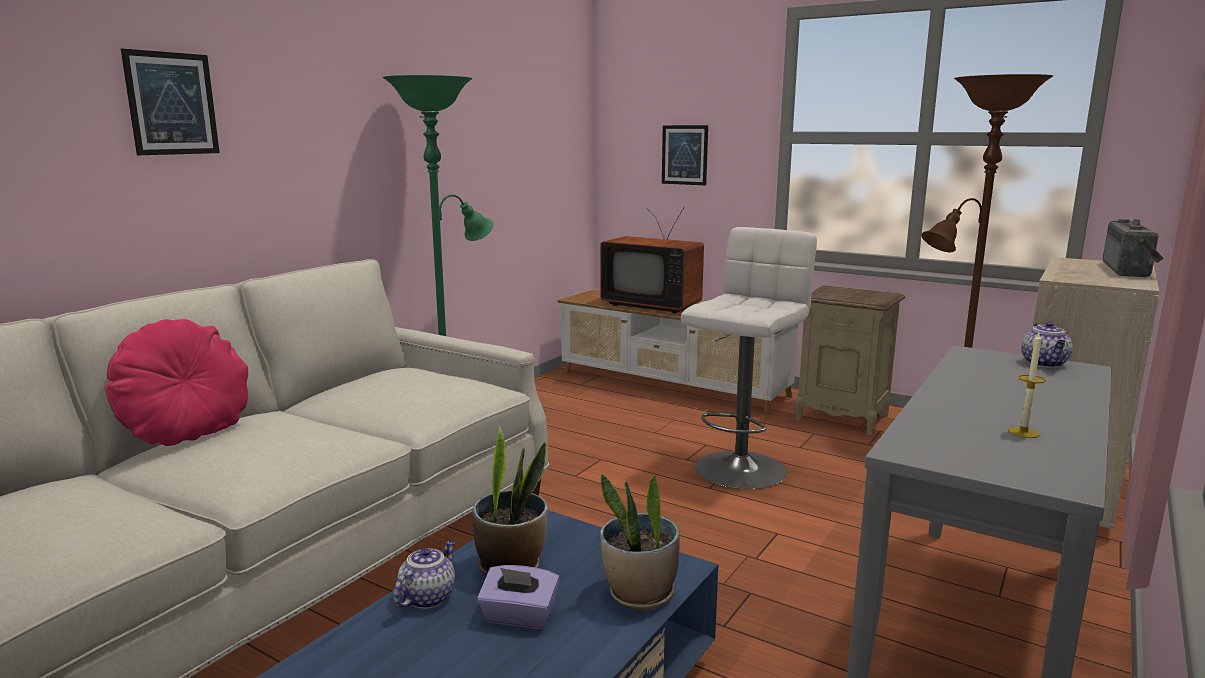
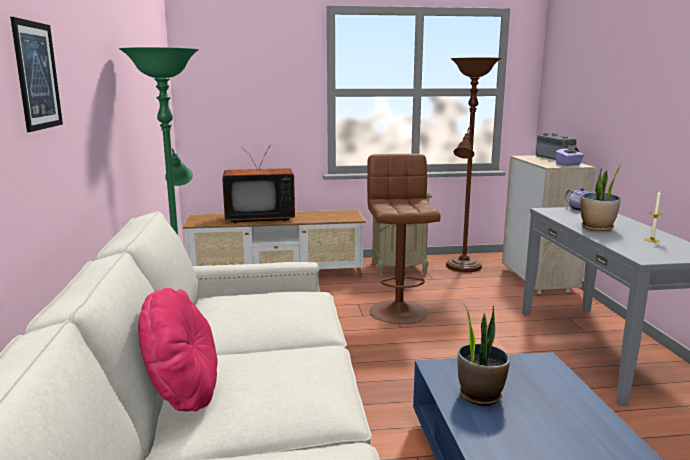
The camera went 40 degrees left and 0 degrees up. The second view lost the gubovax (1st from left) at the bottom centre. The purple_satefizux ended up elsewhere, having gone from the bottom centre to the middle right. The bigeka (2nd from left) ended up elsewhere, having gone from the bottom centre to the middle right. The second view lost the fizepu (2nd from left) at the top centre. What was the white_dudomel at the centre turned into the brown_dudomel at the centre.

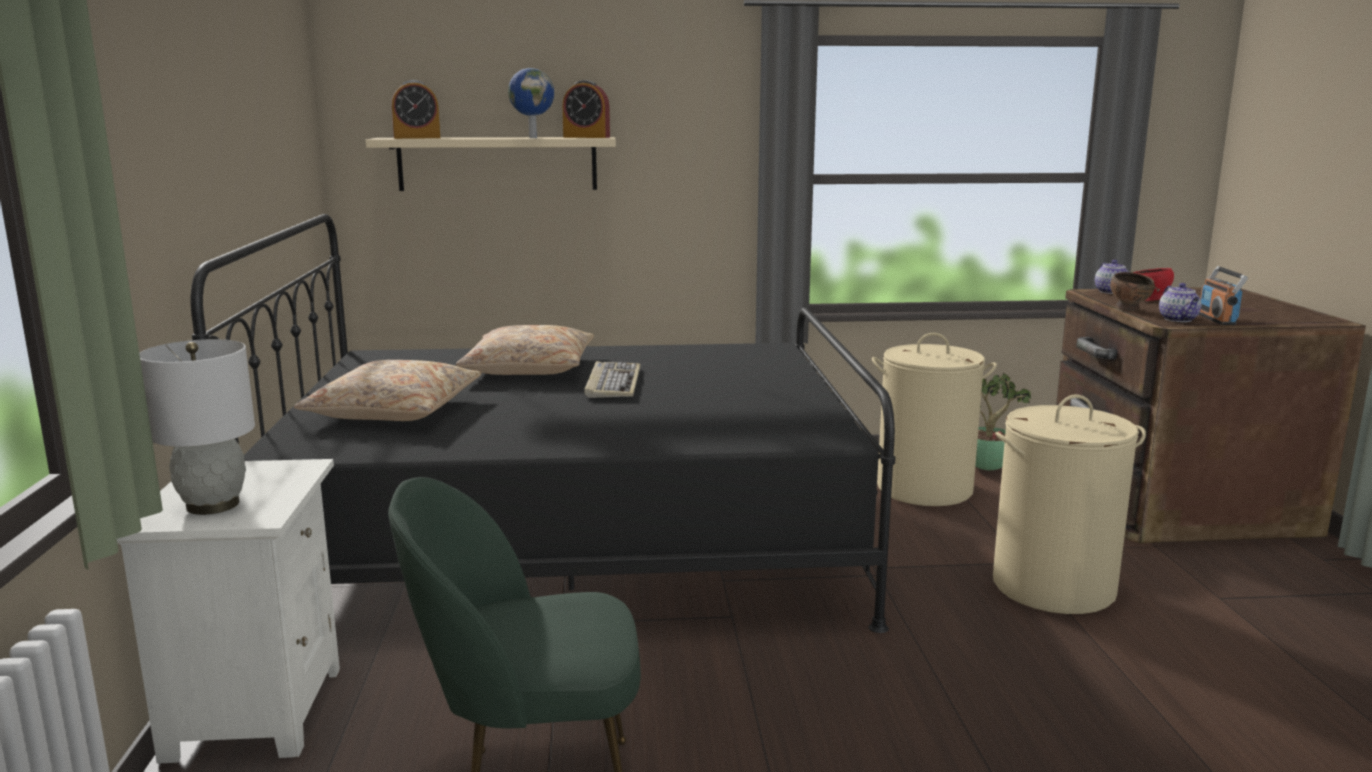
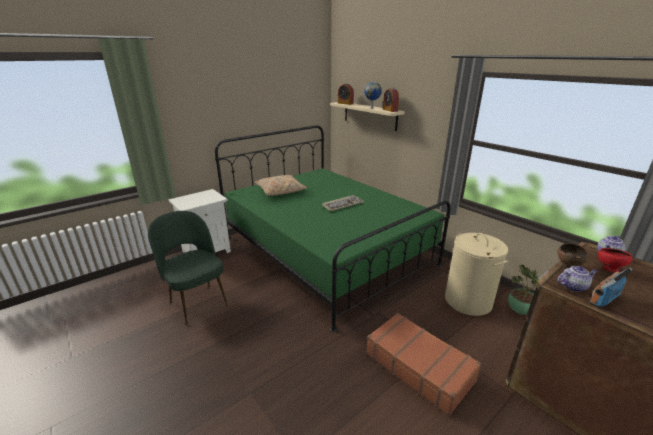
The camera went 55 degrees right and 10 degrees up. The second view lost the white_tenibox at the middle left. What was the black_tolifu at the centre turned into the green_tolifu at the centre. The second view lost the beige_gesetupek (2nd from left) at the centre. Where the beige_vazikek (2nd from left) stood at the middle right, the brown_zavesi came to stand at the bottom centre. The gubovax (2nd from left in the first image) at the middle right ended up facing another way, 150 degrees counterclockwise from before.

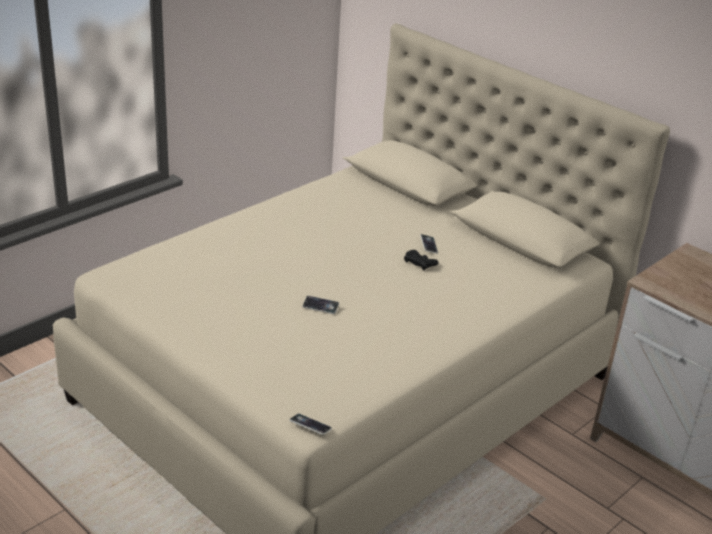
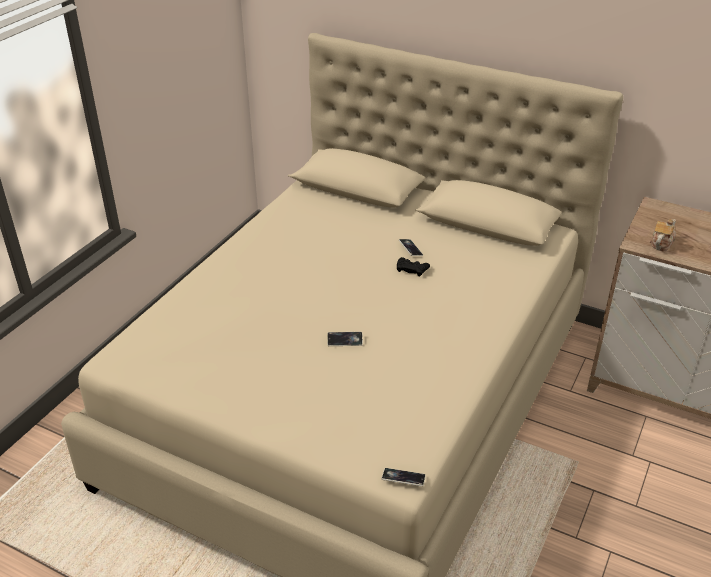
The camera went 15 degrees left and 5 degrees up. The second view gained the gubovax at the middle right.

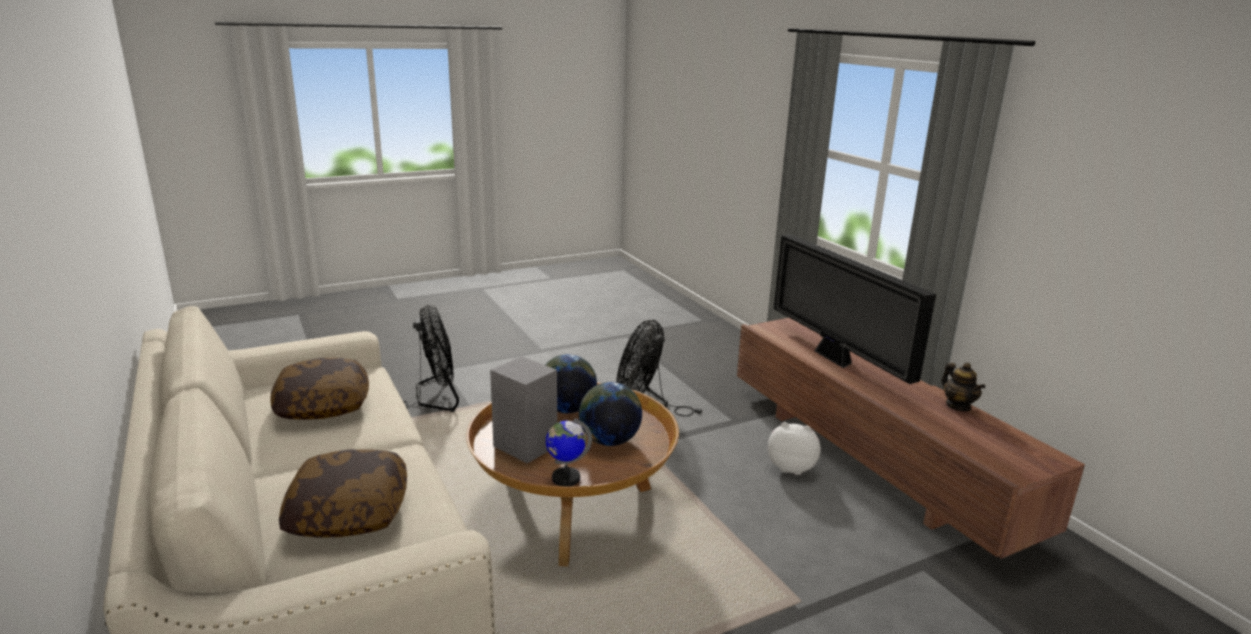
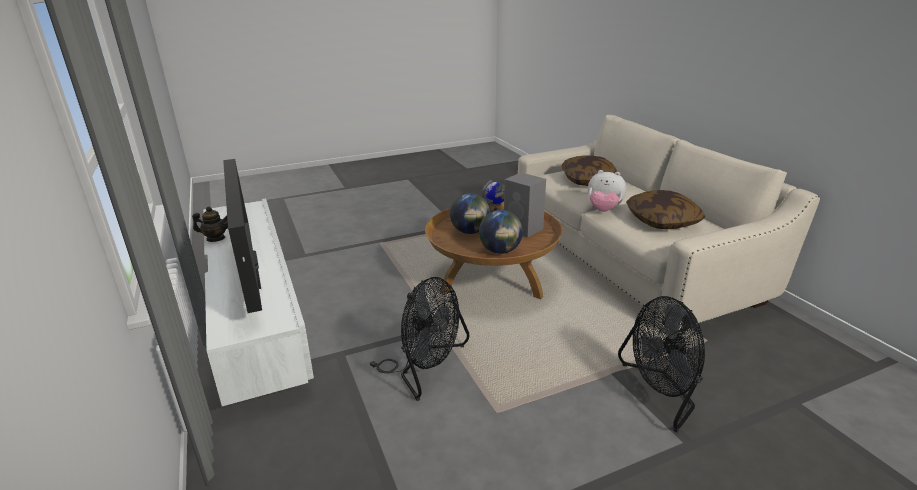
The camera went 175 degrees left and 5 degrees up. What was the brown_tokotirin at the bottom right turned into the white_tokotirin at the middle left. The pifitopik ended up elsewhere, having gone from the bottom centre to the centre. The gubovax at the middle right ended up facing another way, 105 degrees clockwise from before.

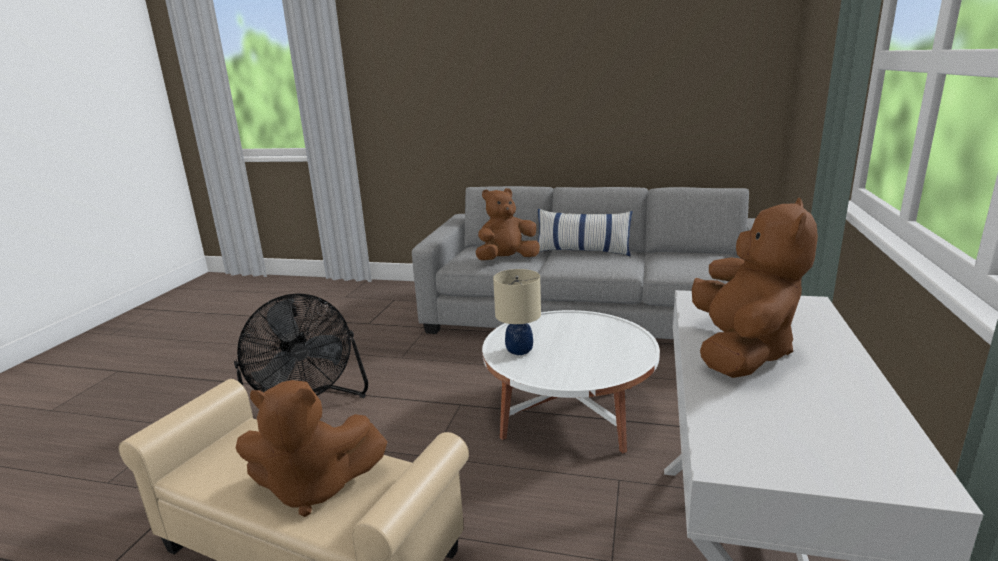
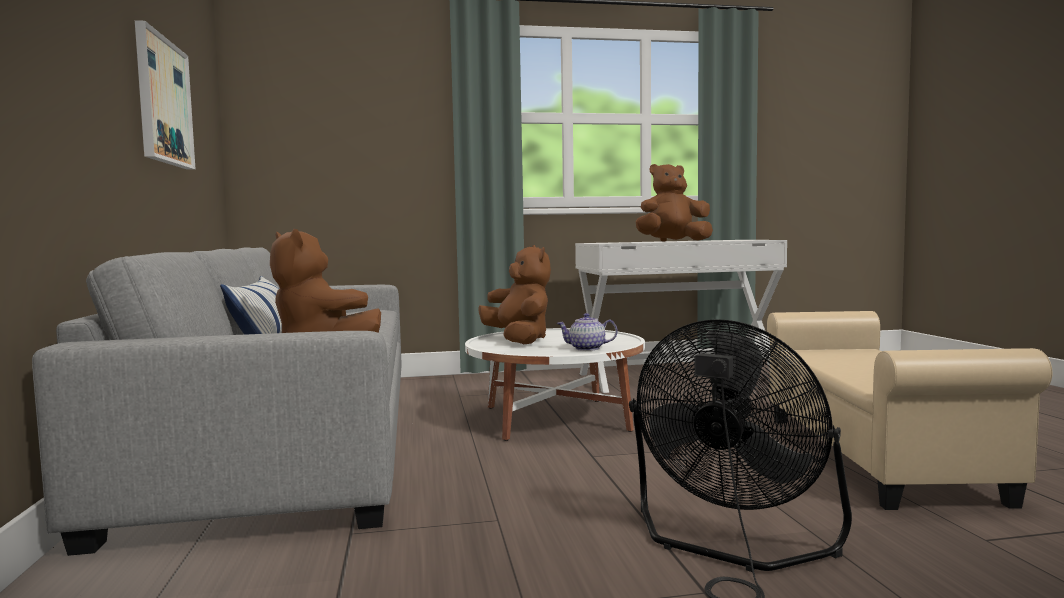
The camera went 115 degrees left and 15 degrees down. The brown_pifitopik (1st from left in the first image) ended up elsewhere, having gone from the bottom left to the centre. Where the beige_tenibox stood at the centre, the gubovax came to stand at the centre. The second view gained the fizepu at the top left.

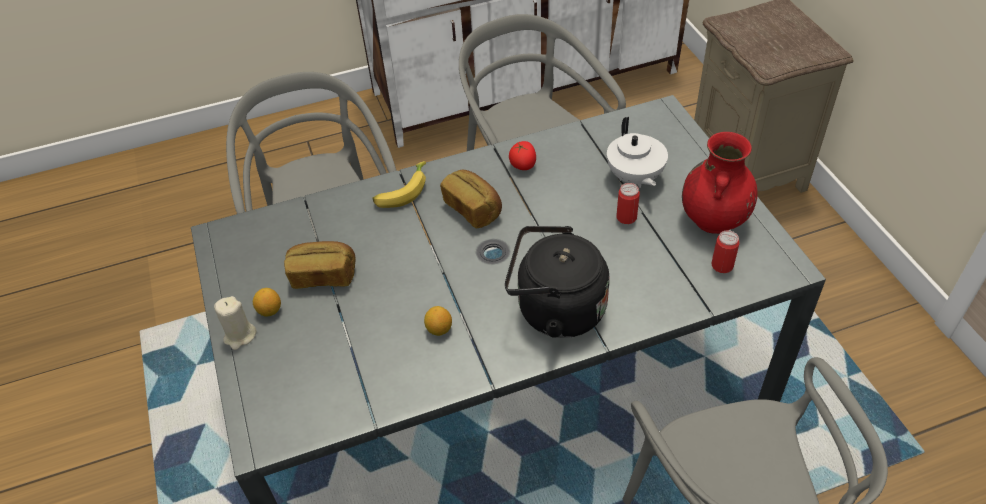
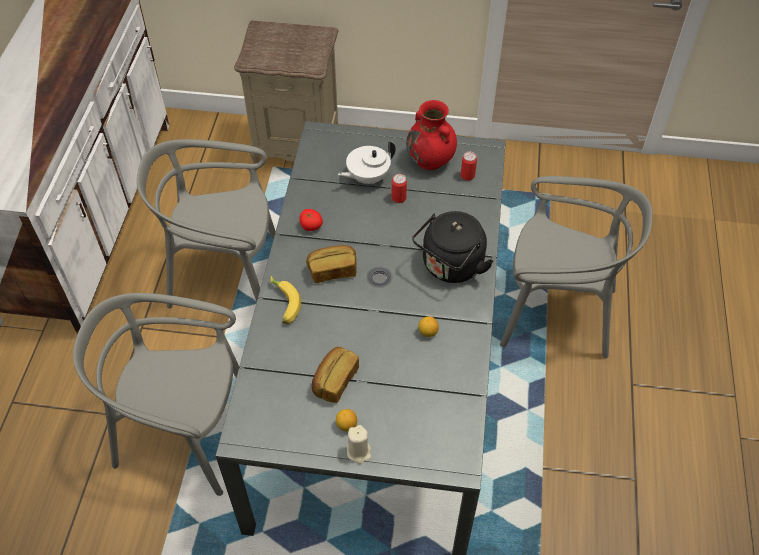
The camera went 65 degrees left and 5 degrees up. The white_gubovax at the top centre ended up facing another way, 135 degrees clockwise from before.

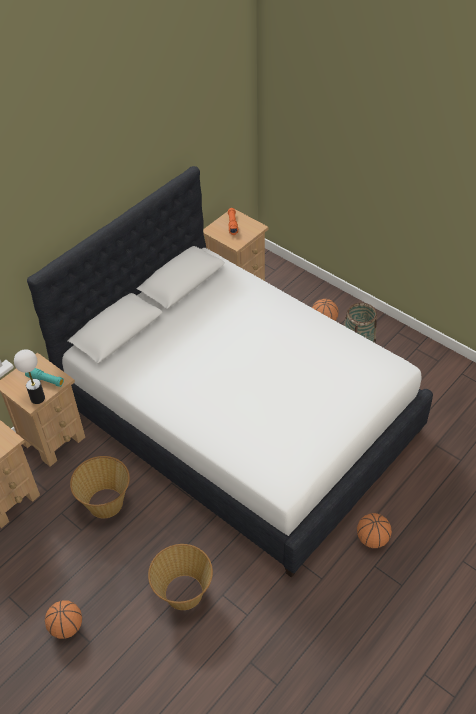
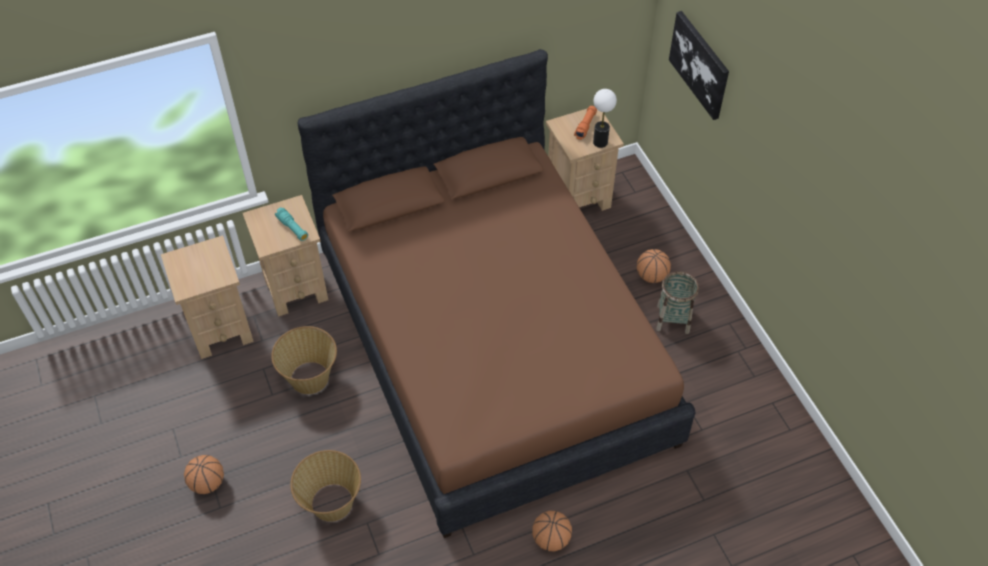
The camera went 25 degrees right and 5 degrees up. The tenibox ended up elsewhere, having gone from the middle left to the top centre. What was the white_tolifu at the centre turned into the brown_tolifu at the centre. The second view gained the fizepu at the top right.

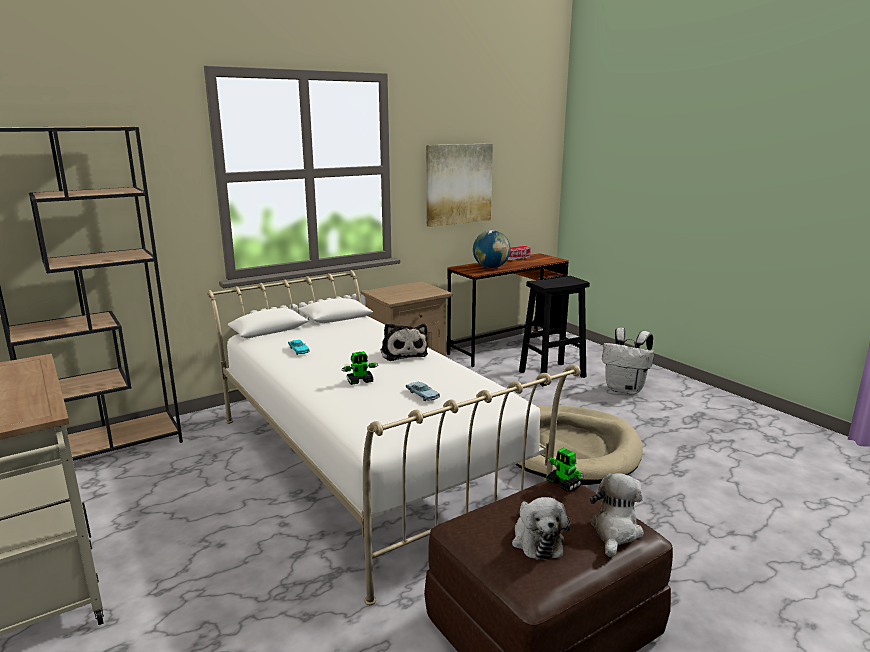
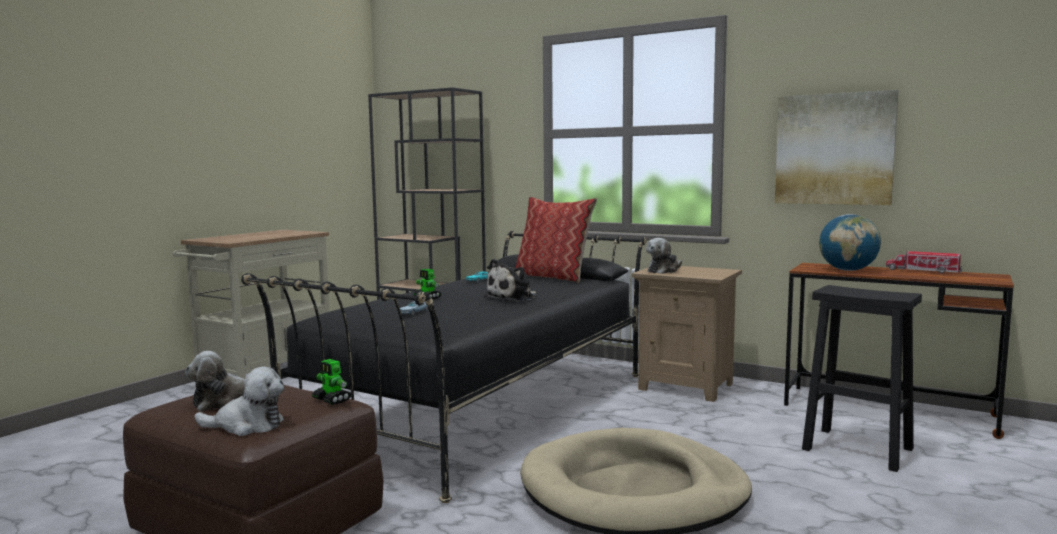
The camera went 65 degrees right and 10 degrees down. What was the white_tolifu at the bottom centre turned into the black_tolifu at the bottom centre. The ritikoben (2nd from left in the first image) at the bottom centre ended up facing another way, 75 degrees counterclockwise from before. The second view lost the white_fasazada at the middle right. The second view gained the gesetupek at the centre. The second view gained the pifitopik (4th from left) at the centre.

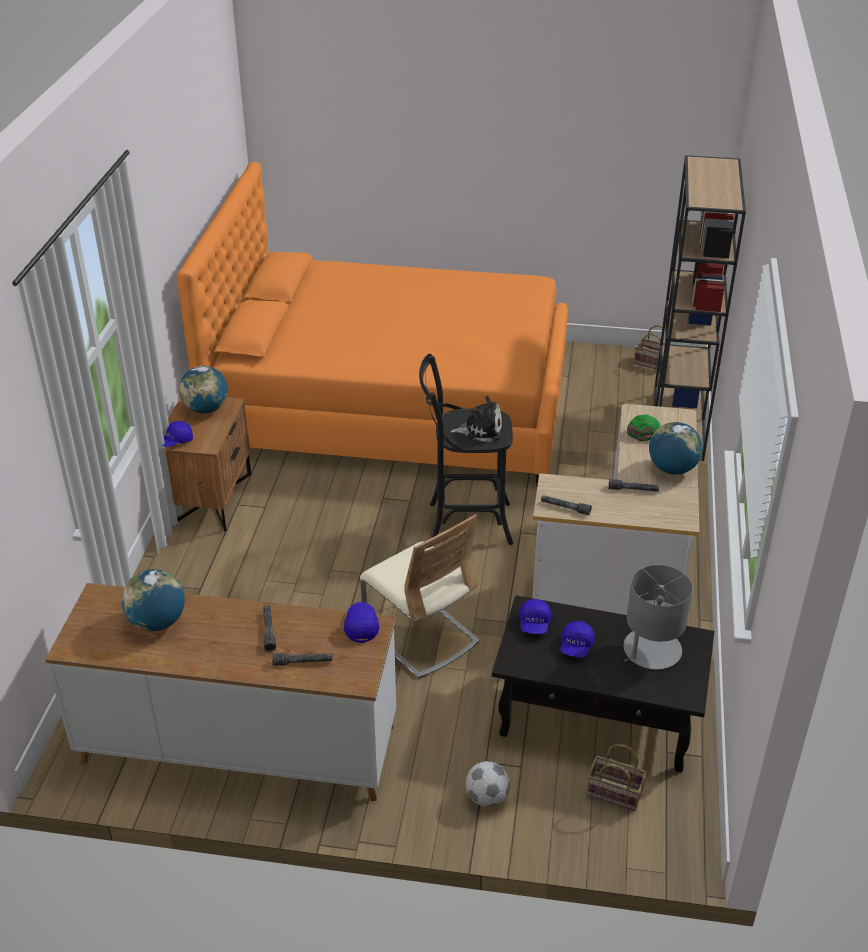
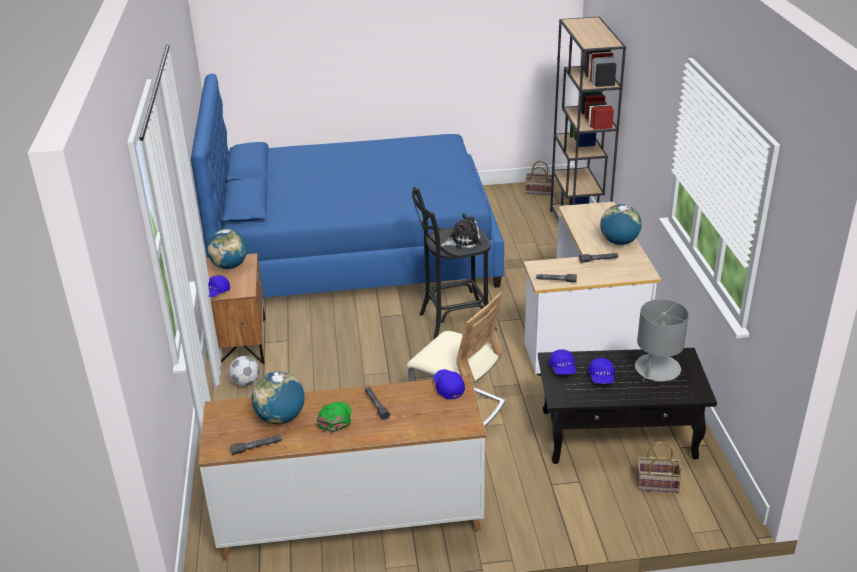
The camera went 15 degrees left and 5 degrees down. What was the orange_tolifu at the centre turned into the blue_tolifu at the top centre. The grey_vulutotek (2nd from left in the first image) ended up elsewhere, having gone from the bottom centre to the bottom left. The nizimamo ended up elsewhere, having gone from the bottom centre to the middle left. The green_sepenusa ended up elsewhere, having gone from the middle right to the bottom centre.

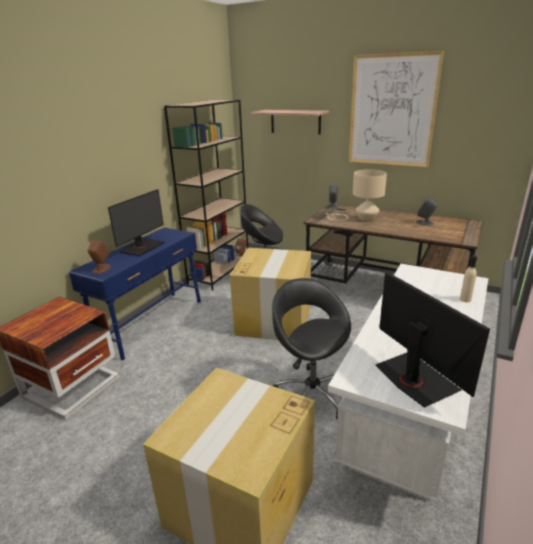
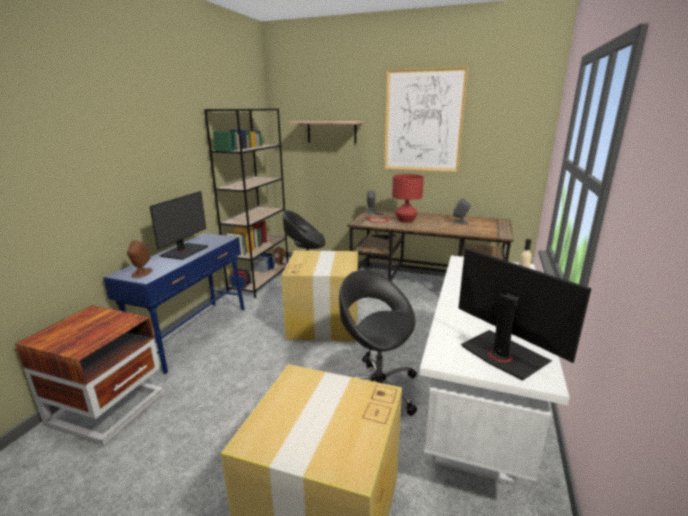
The camera went 10 degrees left and 5 degrees down. What was the beige_tenibox at the middle right turned into the red_tenibox at the centre.

